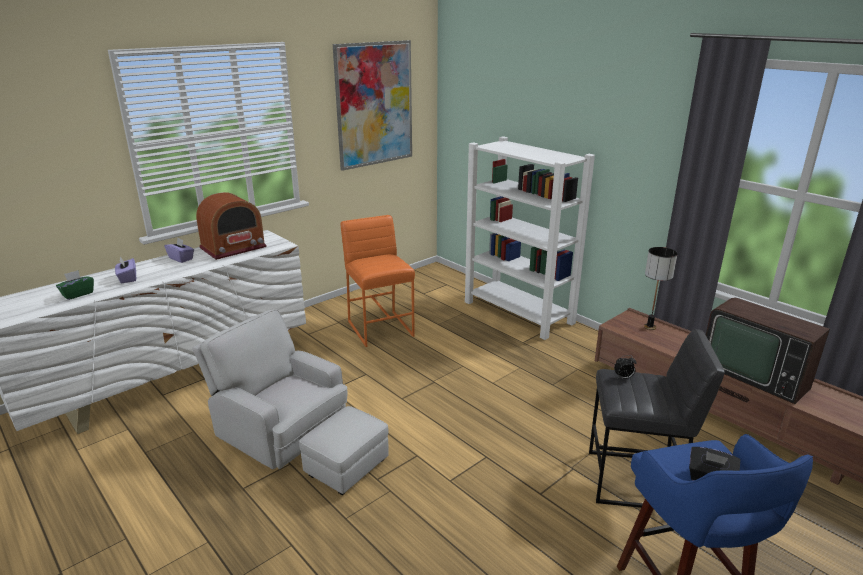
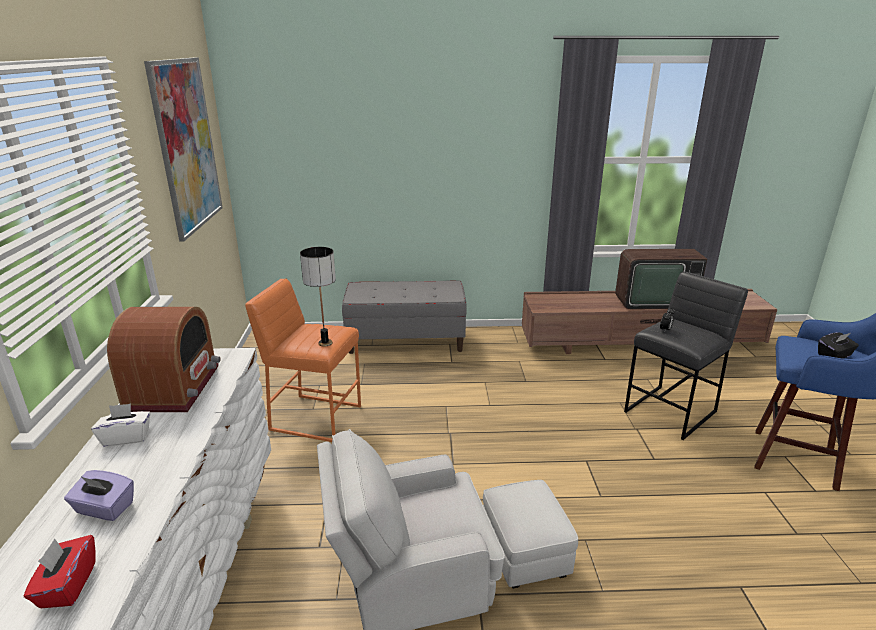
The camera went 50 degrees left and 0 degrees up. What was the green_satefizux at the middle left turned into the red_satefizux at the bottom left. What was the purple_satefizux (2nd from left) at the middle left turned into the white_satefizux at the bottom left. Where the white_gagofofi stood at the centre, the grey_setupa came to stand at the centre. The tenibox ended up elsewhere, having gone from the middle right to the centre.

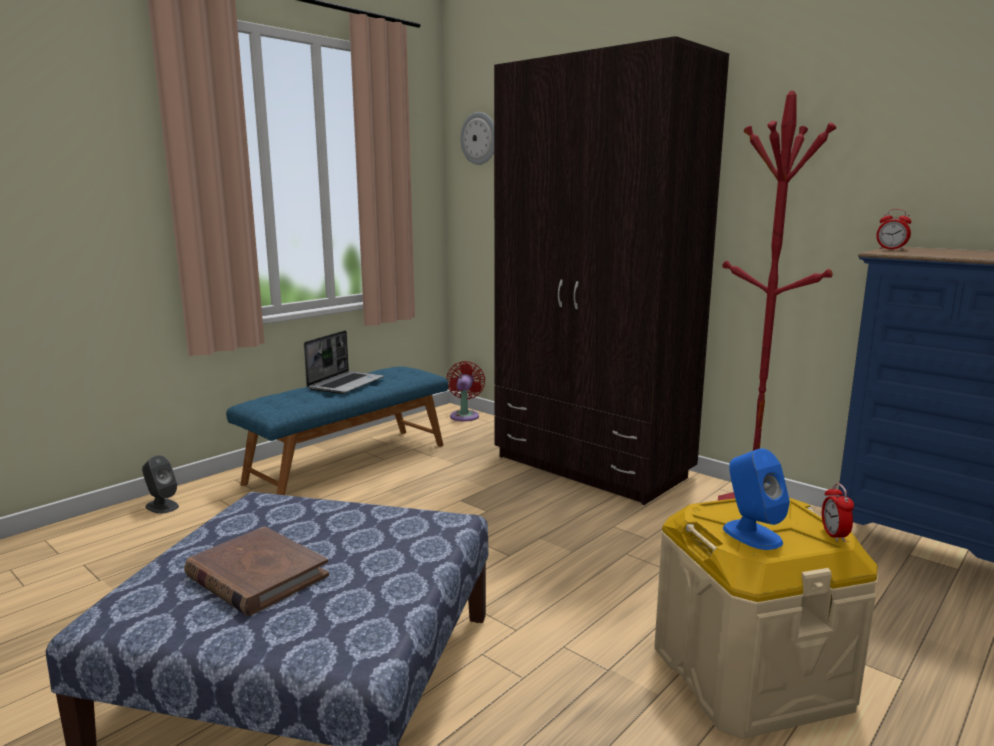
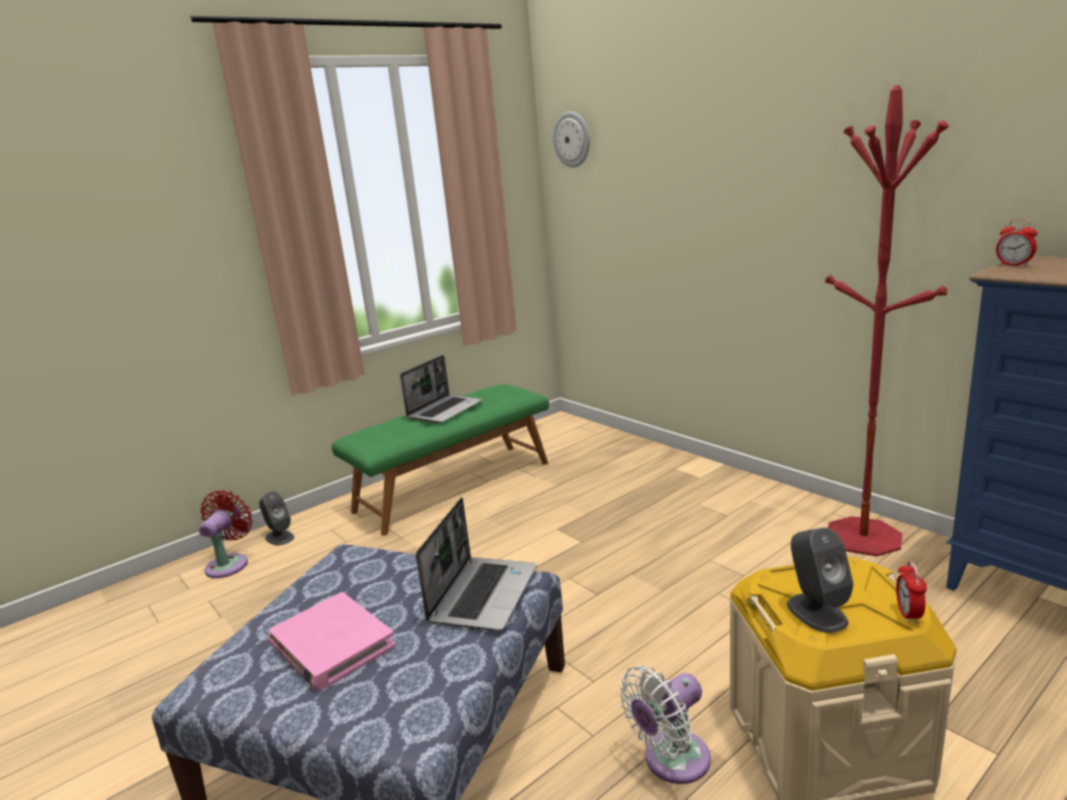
The camera went 10 degrees right and 5 degrees up. What was the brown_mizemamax at the bottom left turned into the pink_mizemamax at the bottom left. What was the blue_setupa at the centre turned into the green_setupa at the centre. The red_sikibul ended up elsewhere, having gone from the centre to the bottom left. The second view lost the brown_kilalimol at the centre. What was the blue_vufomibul at the bottom right turned into the grey_vufomibul (2nd from left) at the bottom right. The second view gained the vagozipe (2nd from left) at the bottom centre. The second view gained the white_sikibul at the bottom centre.

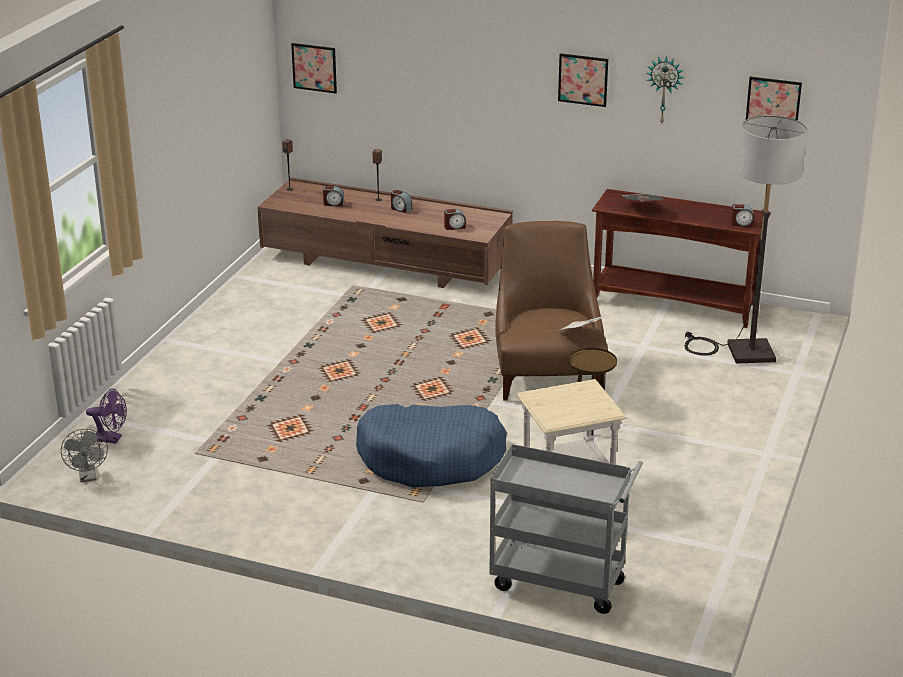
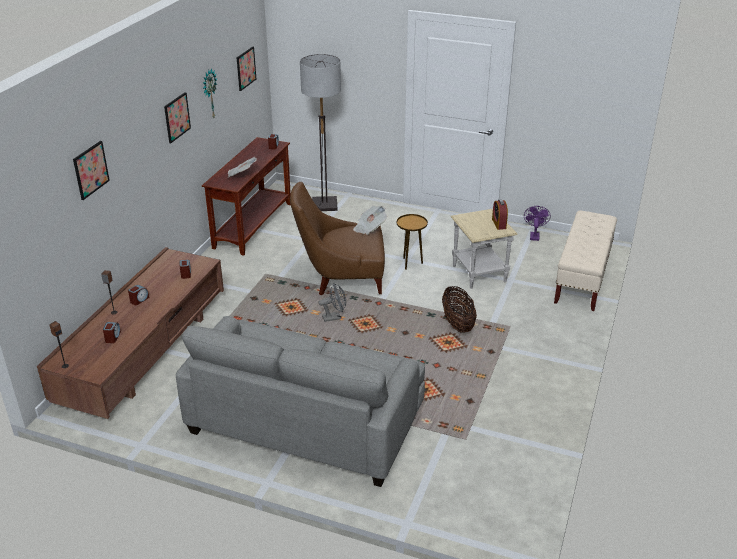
The camera went 90 degrees left and 5 degrees up. The grey_sikibul ended up elsewhere, having gone from the bottom left to the centre. The purple_sikibul ended up elsewhere, having gone from the middle left to the middle right. The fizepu (1st from left) ended up elsewhere, having gone from the top centre to the top left. Where the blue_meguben stood at the centre, the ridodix came to stand at the centre. Where the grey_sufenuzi stood at the bottom centre, the beige_setupa came to stand at the middle right. The second view gained the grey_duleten at the bottom centre. The second view gained the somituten (5th from left) at the middle right.

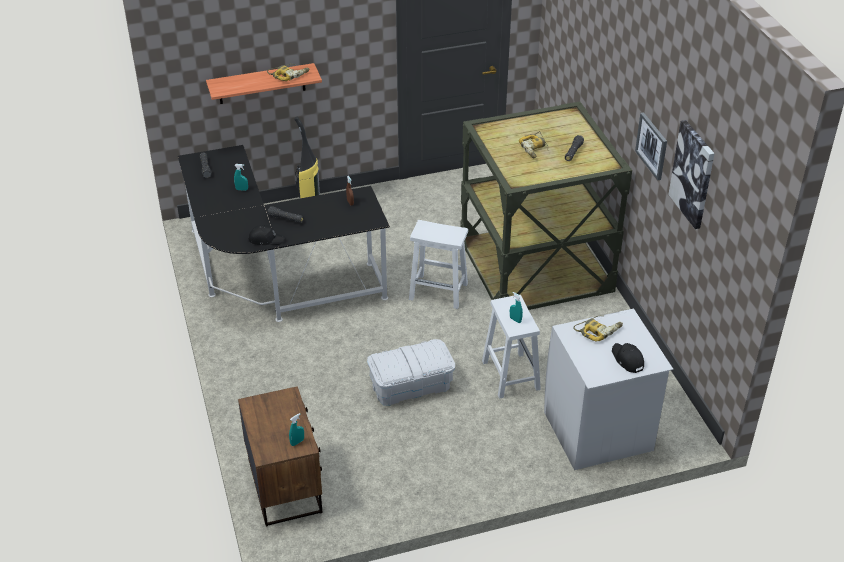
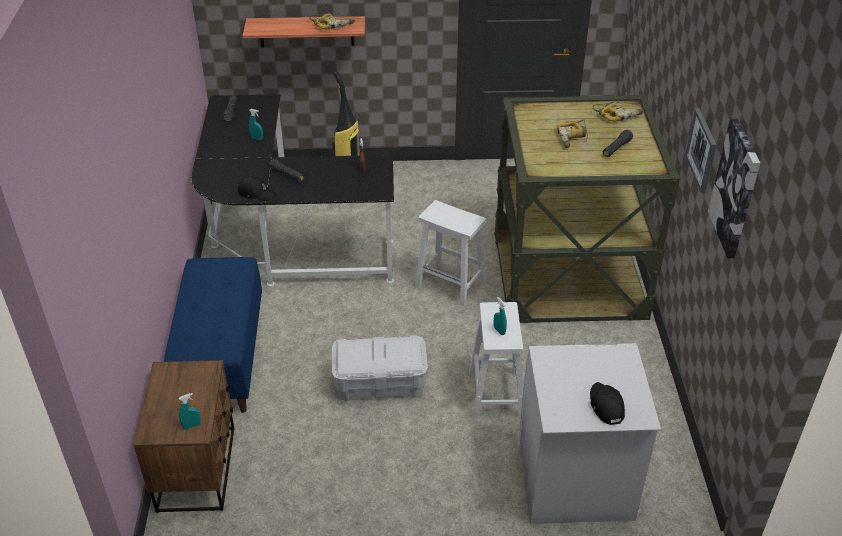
The camera went 15 degrees right and 0 degrees up. The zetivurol (3rd from left) ended up elsewhere, having gone from the middle right to the top right. The second view gained the blue_setupa at the middle left.

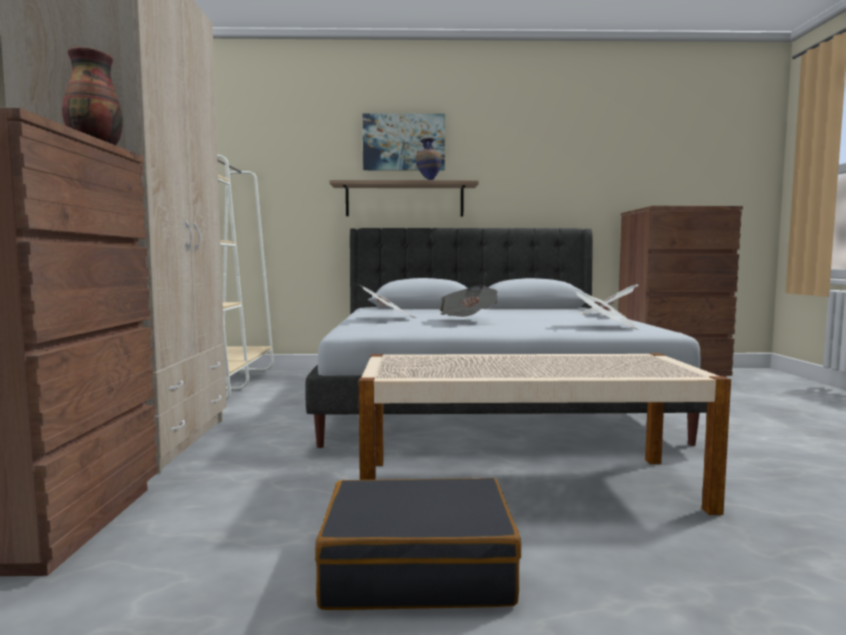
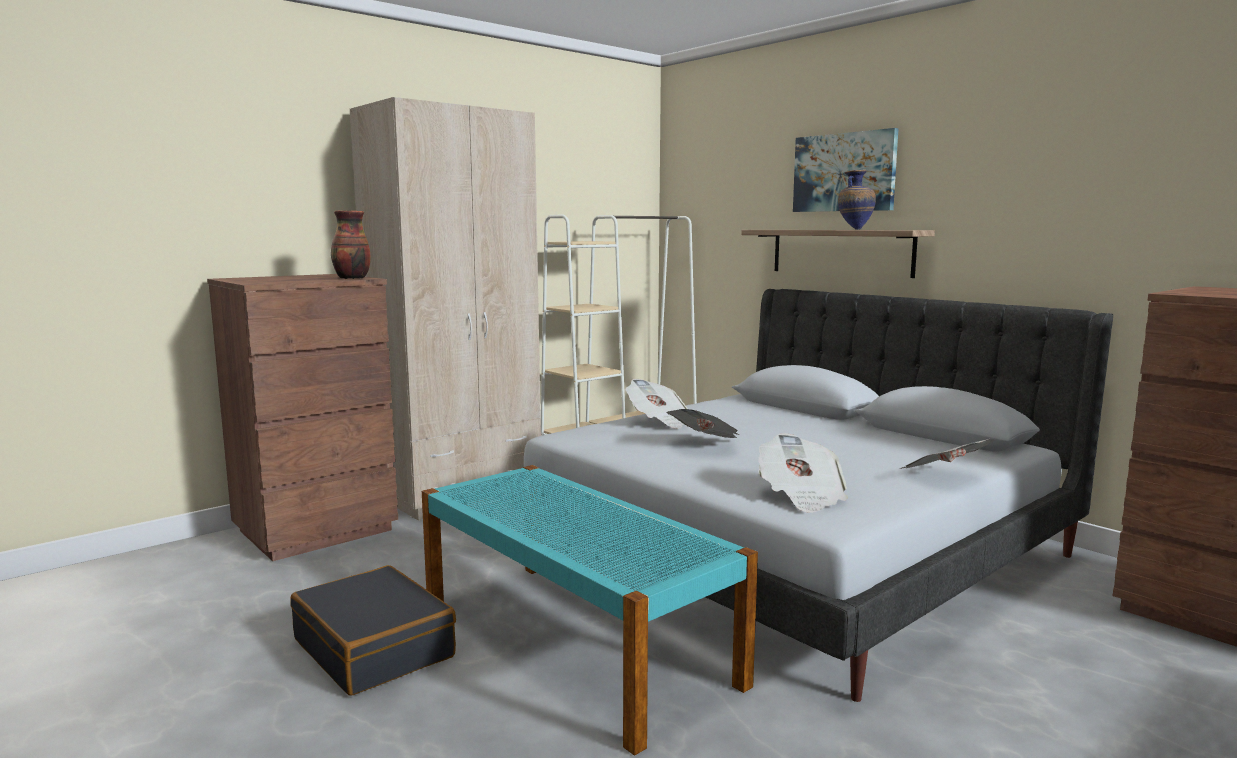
The camera went 50 degrees right and 5 degrees up. What was the beige_setupa at the bottom centre turned into the turquoise_setupa at the bottom centre.

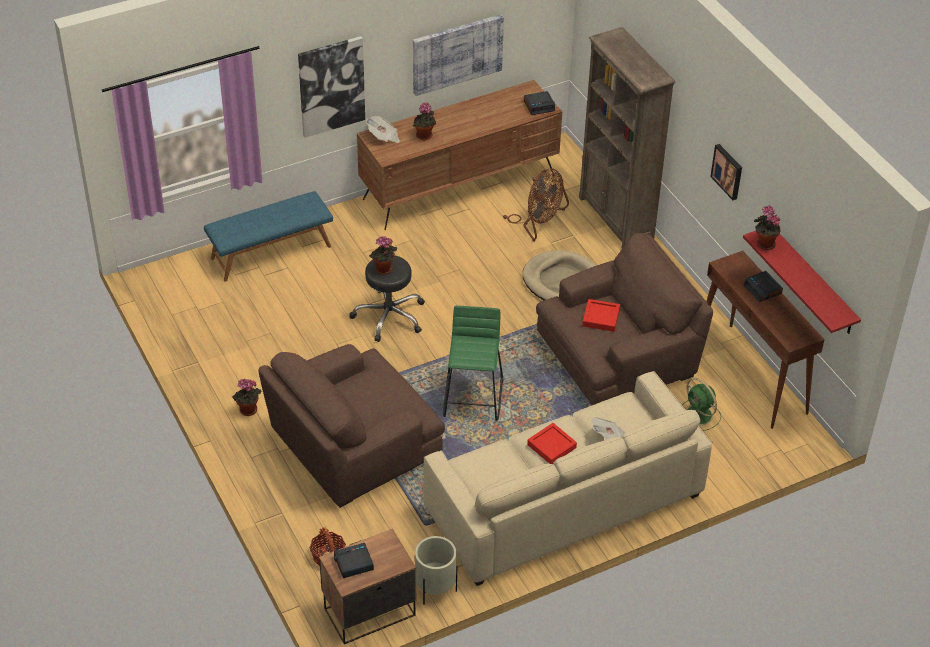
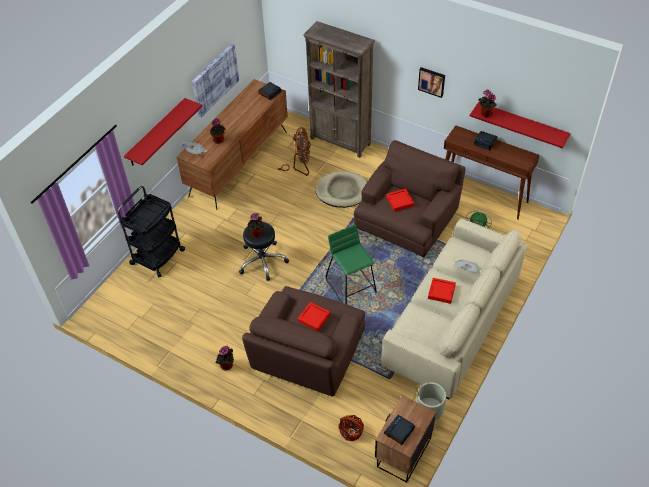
The camera went 30 degrees left and 5 degrees up. Where the blue_setupa stood at the middle left, the black_sufenuzi came to stand at the middle left. Where the fizepu (1st from left) hung at the top centre, the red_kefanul (1st from left) came to hang at the top left. The second view gained the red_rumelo (1st from left) at the centre.

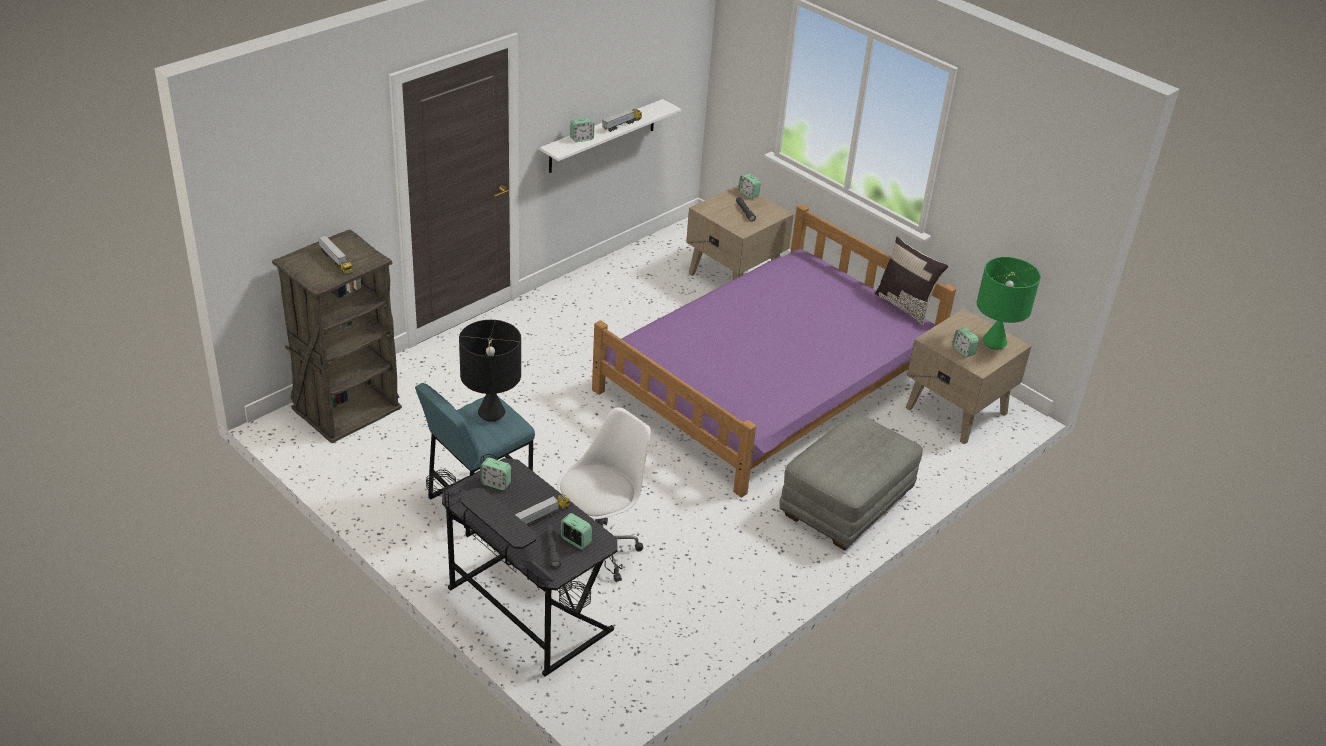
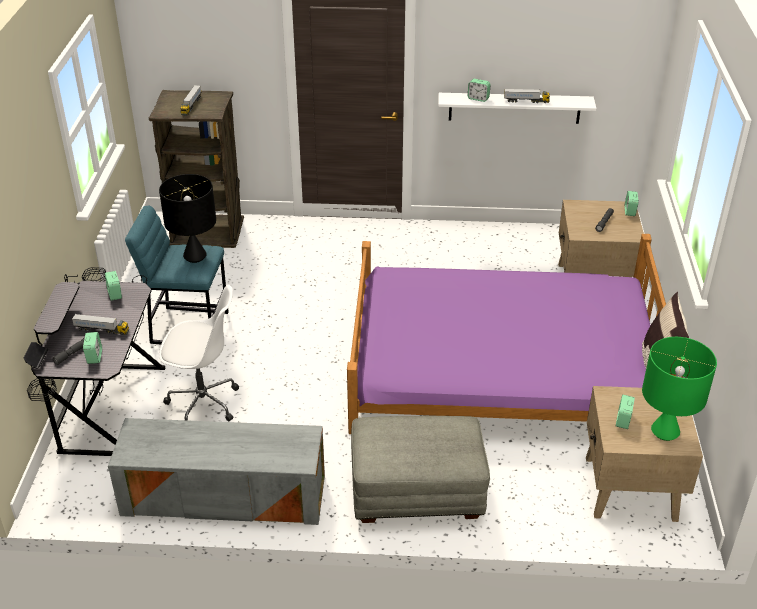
The camera went 50 degrees right and 0 degrees up. The second view gained the grey_setupa at the bottom left.

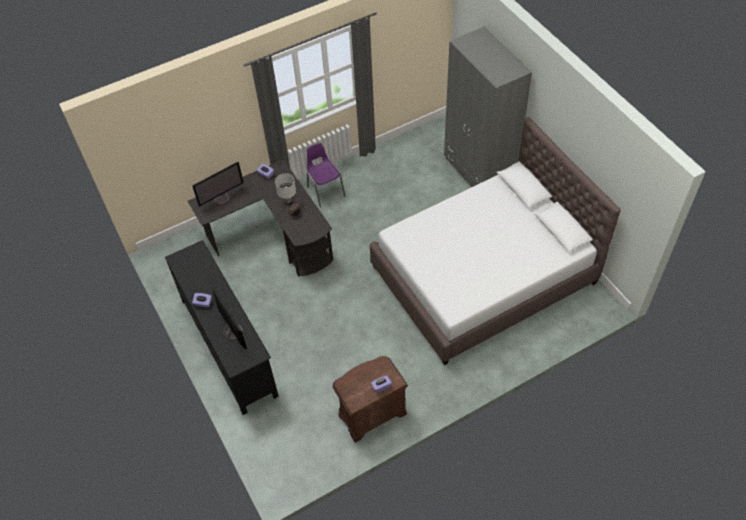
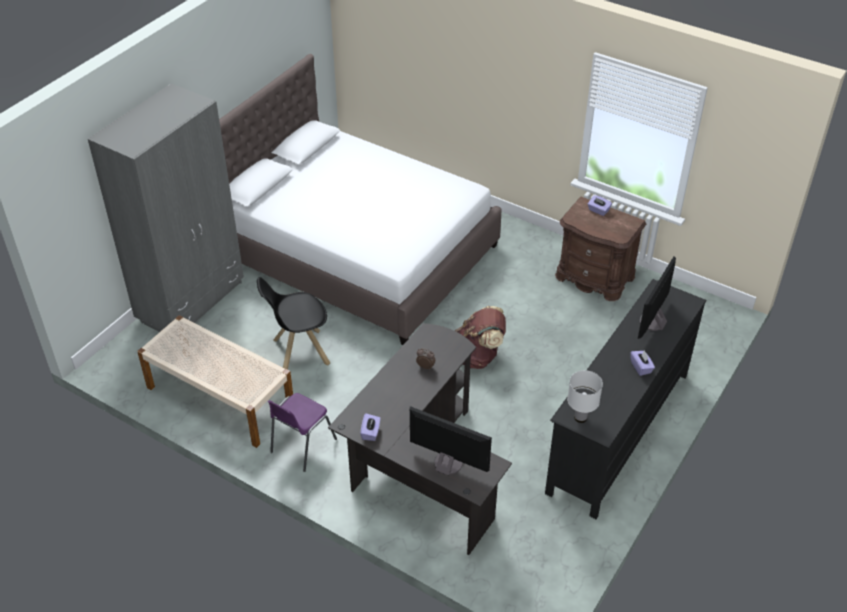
The camera went 120 degrees left and 10 degrees down. The white_tenibox ended up elsewhere, having gone from the centre to the middle right. The second view gained the beige_setupa at the middle left. The second view gained the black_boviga at the centre. The second view gained the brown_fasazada at the centre.

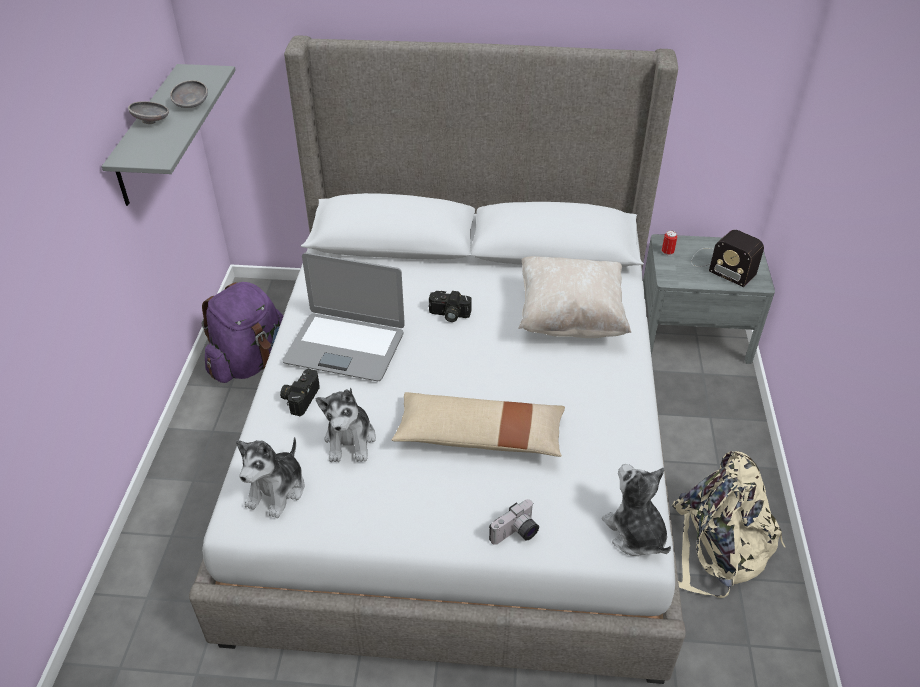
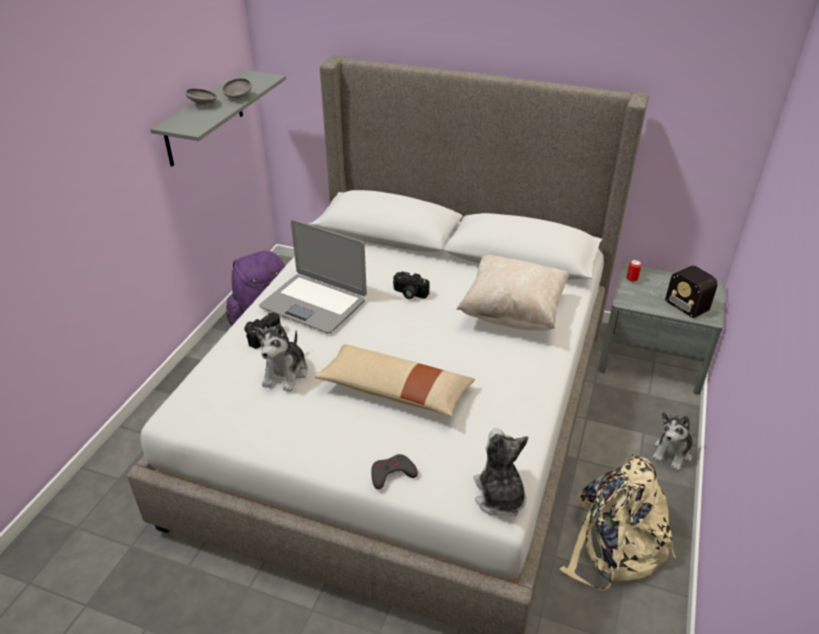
The camera went 15 degrees right and 5 degrees down. The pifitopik (1st from left in the first image) ended up elsewhere, having gone from the bottom left to the bottom right. Where the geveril (3rd from left) stood at the bottom centre, the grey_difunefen came to stand at the bottom centre.

